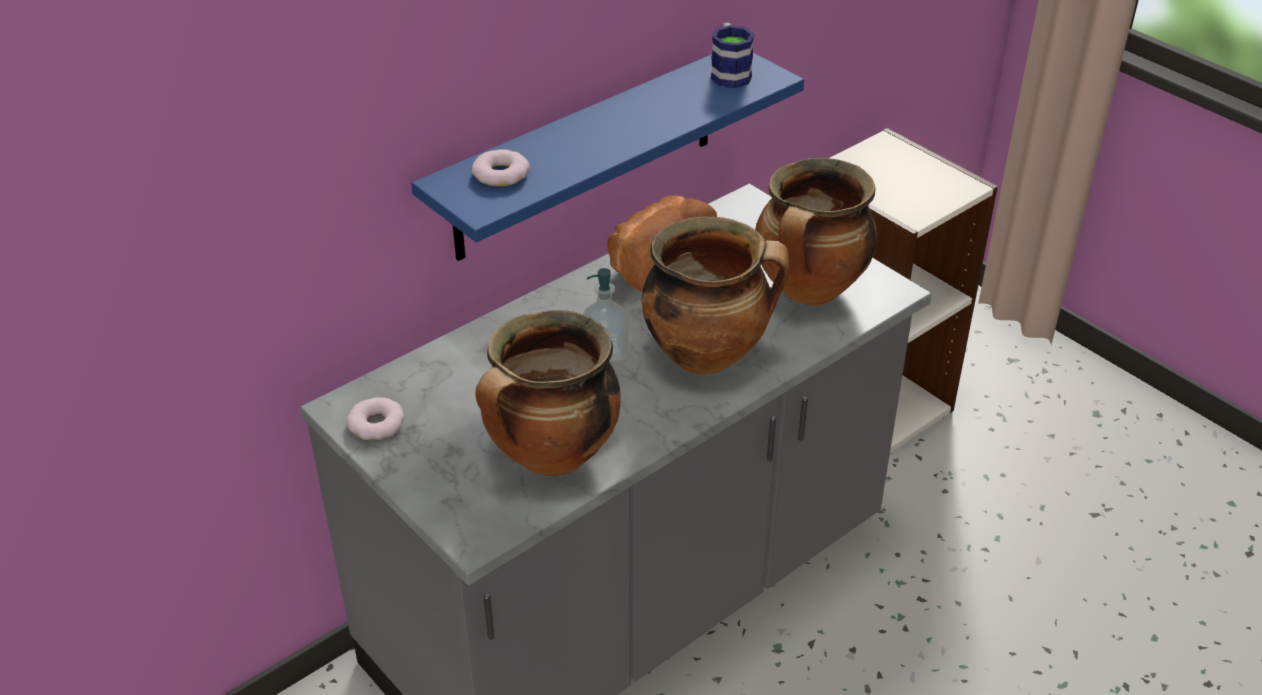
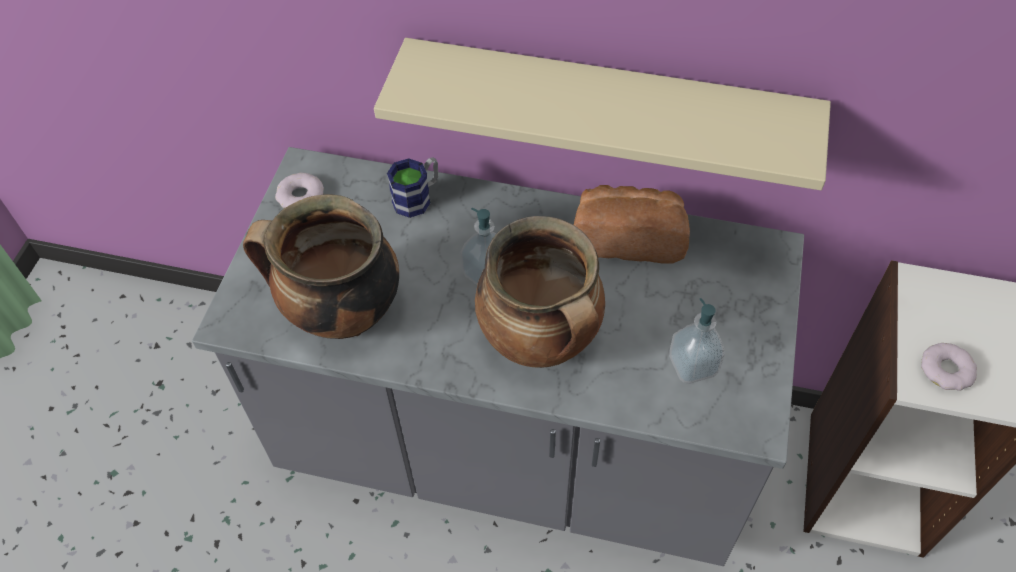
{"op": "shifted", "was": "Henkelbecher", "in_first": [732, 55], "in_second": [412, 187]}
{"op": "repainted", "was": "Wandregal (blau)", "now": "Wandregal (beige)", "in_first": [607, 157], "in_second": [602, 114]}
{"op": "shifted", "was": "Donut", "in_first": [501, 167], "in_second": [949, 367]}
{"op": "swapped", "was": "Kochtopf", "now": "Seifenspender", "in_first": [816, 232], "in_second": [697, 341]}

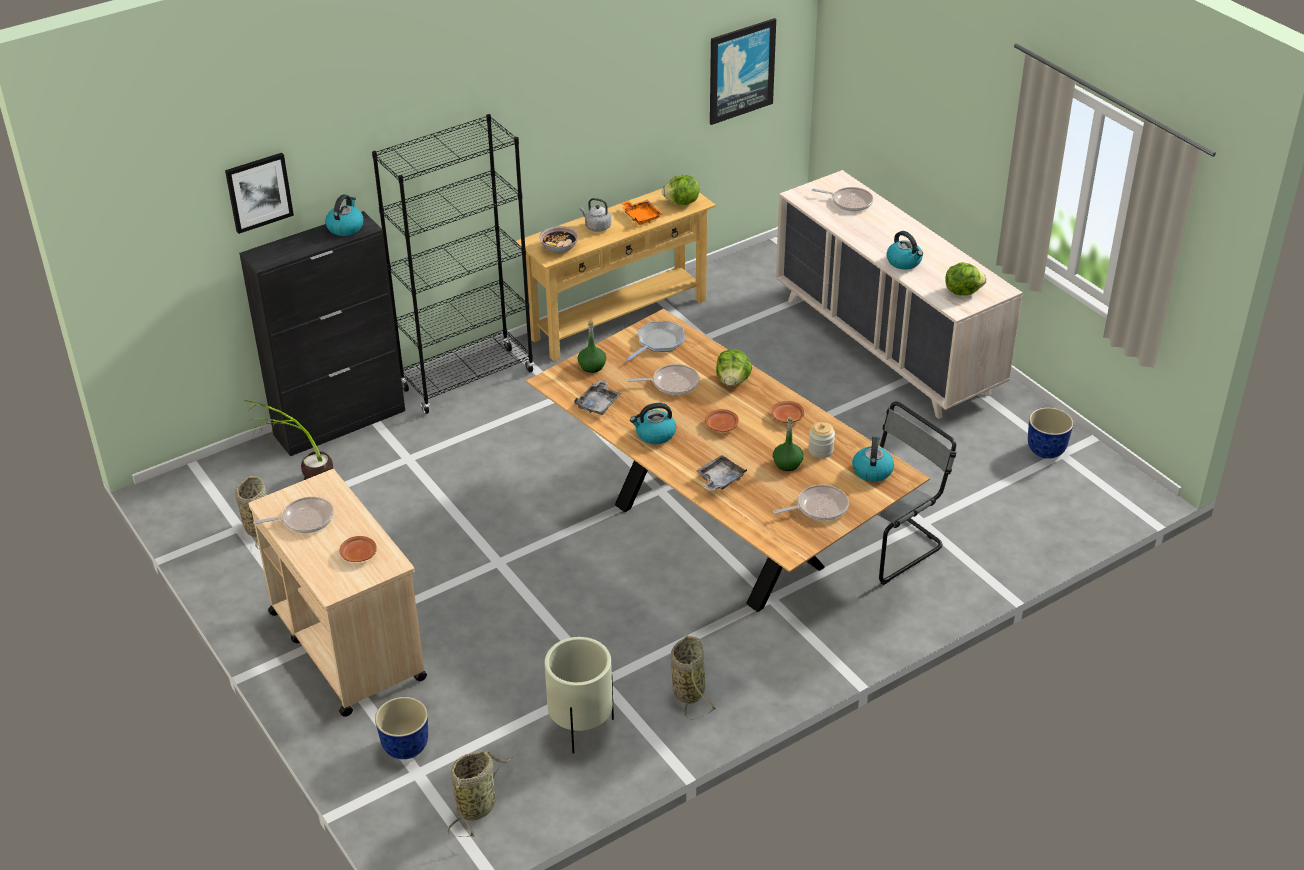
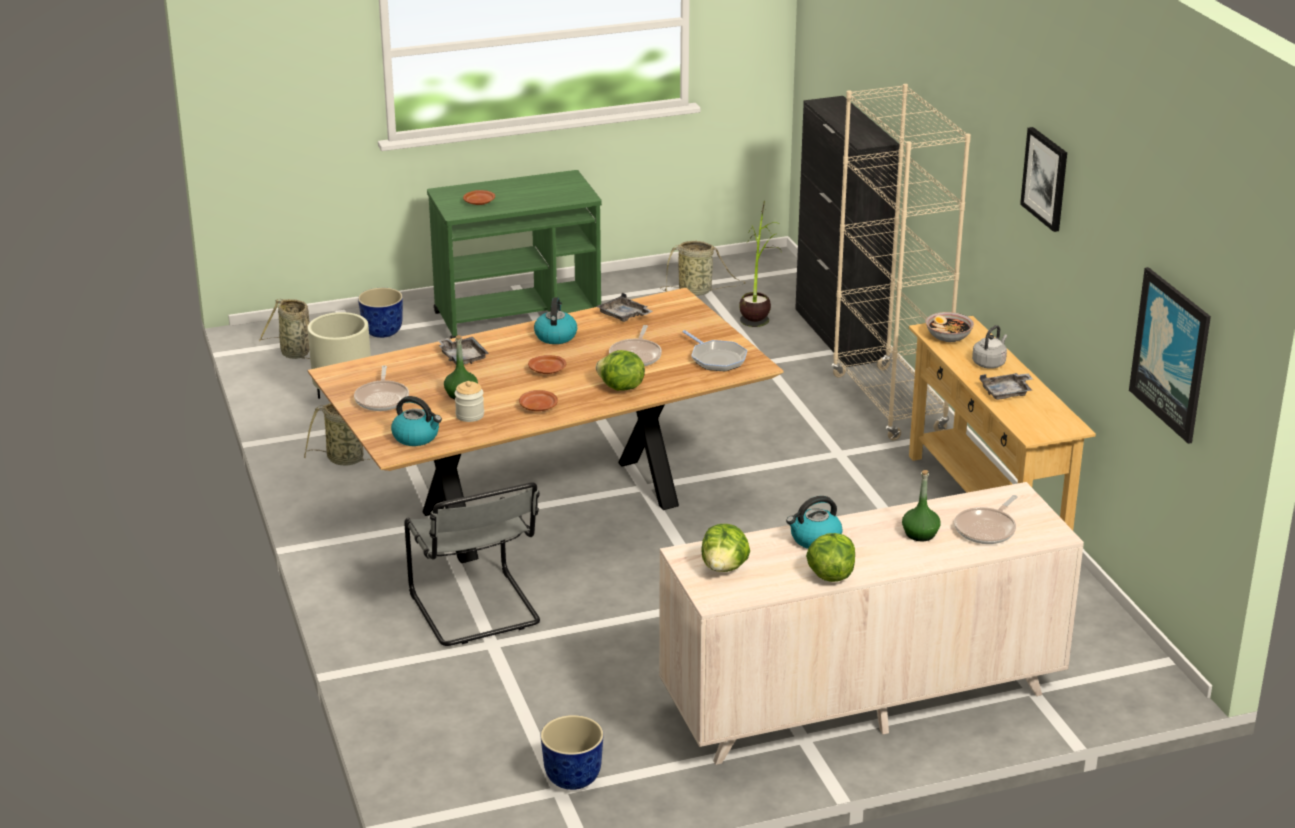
{"op": "repainted", "was": "Bücherregal (schwarz)", "now": "Bücherregal (beige)", "in_first": [453, 264], "in_second": [901, 262]}
{"op": "shifted", "was": "Bild", "in_first": [259, 193], "in_second": [1043, 179]}
{"op": "shifted", "was": "Salatkopf", "in_first": [680, 190], "in_second": [830, 557]}
{"op": "gone", "was": "Wasserkessel", "in_first": [344, 215]}
{"op": "repainted", "was": "Tablett (orange)", "now": "Tablett (grau)", "in_first": [641, 212], "in_second": [1006, 386]}
{"op": "shifted", "was": "Flasche (grün)", "in_first": [592, 347], "in_second": [921, 505]}
{"op": "repainted", "was": "Rollwagen (beige)", "now": "Rollwagen (grün)", "in_first": [337, 593], "in_second": [514, 254]}
{"op": "gone", "was": "Pfanne", "in_first": [293, 515]}

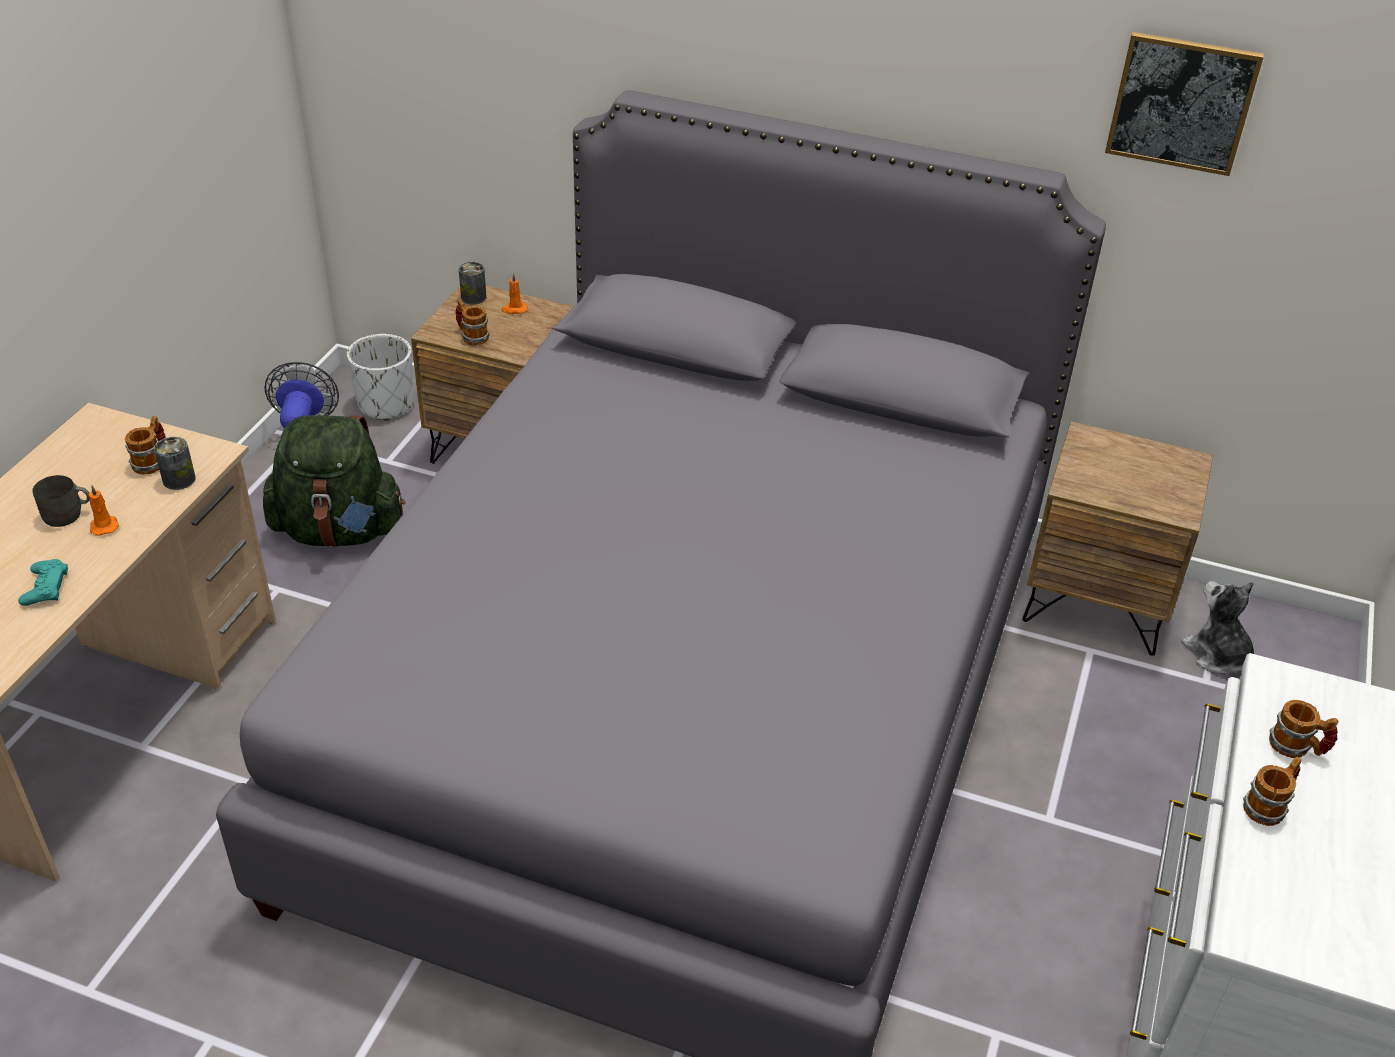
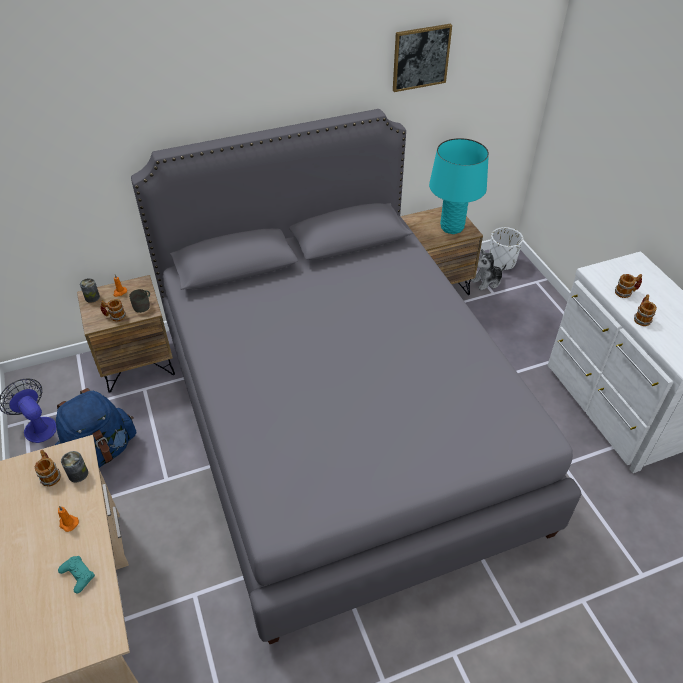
{"op": "shifted", "was": "Pflanzkübel (weiß)", "in_first": [380, 377], "in_second": [506, 248]}
{"op": "repainted", "was": "Rucksack (grün)", "now": "Rucksack (blau)", "in_first": [334, 481], "in_second": [95, 428]}
{"op": "shifted", "was": "Henkelbecher (grau)", "in_first": [60, 501], "in_second": [139, 301]}
{"op": "rotated", "was": "Plüschtier", "in_first": [1217, 628], "in_second": [489, 270], "clockwise": -45}
{"op": "new", "now": "Tischlampe (türkis)", "in_second": [459, 186]}

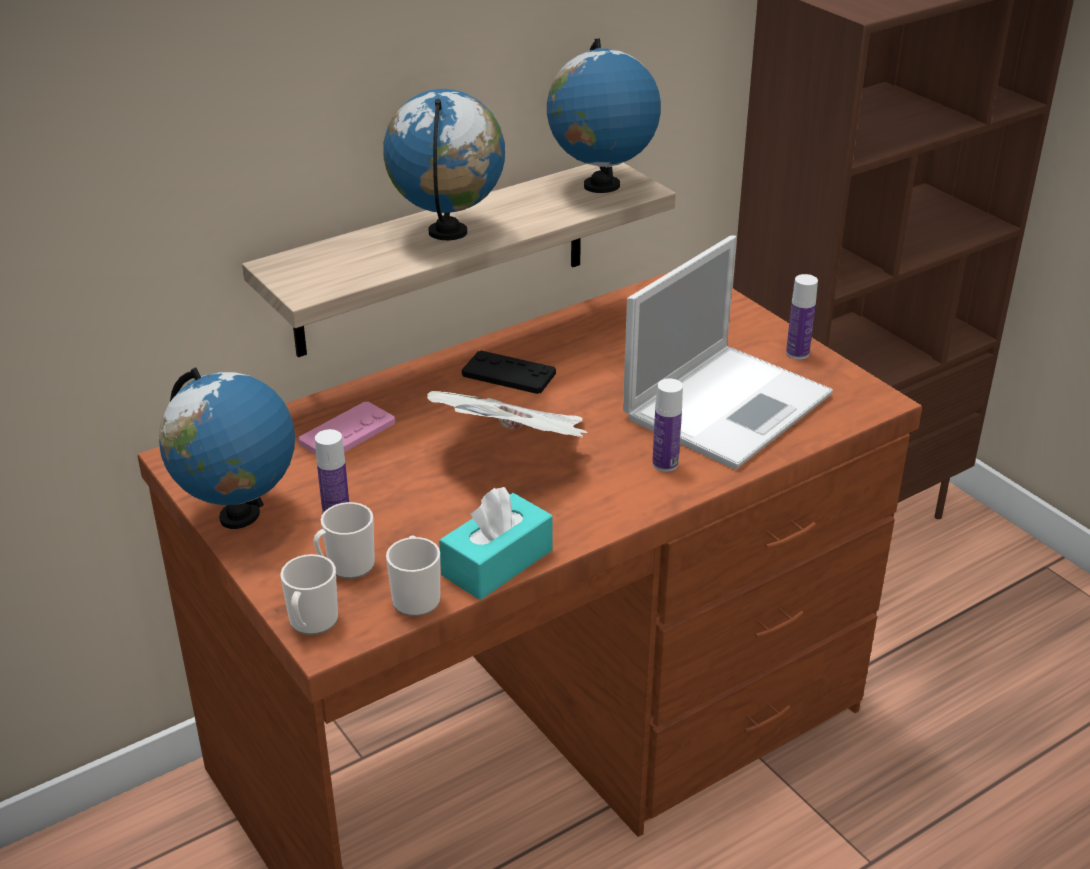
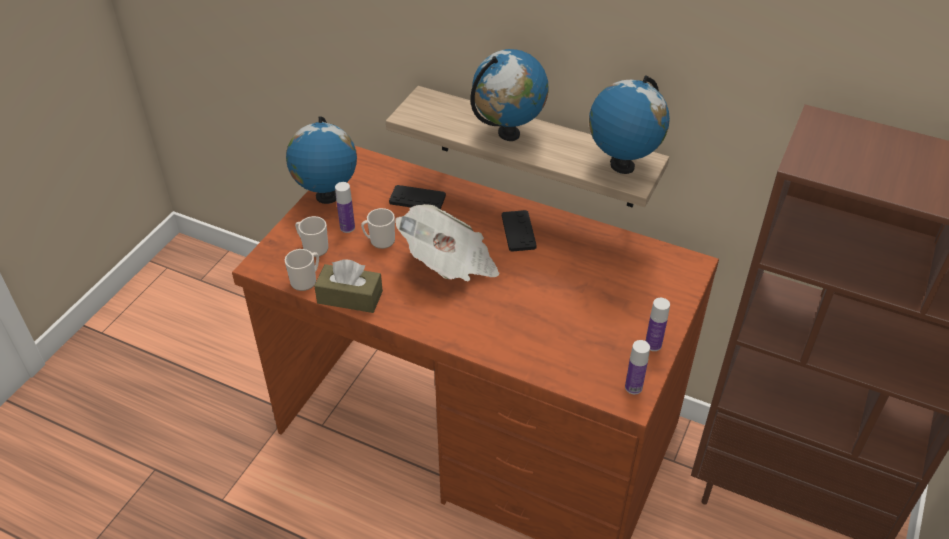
{"op": "gone", "was": "Laptop", "in_first": [728, 352]}
{"op": "shifted", "was": "Flasche", "in_first": [667, 425], "in_second": [637, 367]}
{"op": "repainted", "was": "Gamepad (rosa)", "now": "Gamepad (schwarz)", "in_first": [346, 428], "in_second": [417, 197]}
{"op": "repainted", "was": "Taschentuchbox (türkis)", "now": "Taschentuchbox (braun)", "in_first": [496, 543], "in_second": [348, 286]}
{"op": "shifted", "was": "Henkelbecher", "in_first": [309, 594], "in_second": [378, 228]}

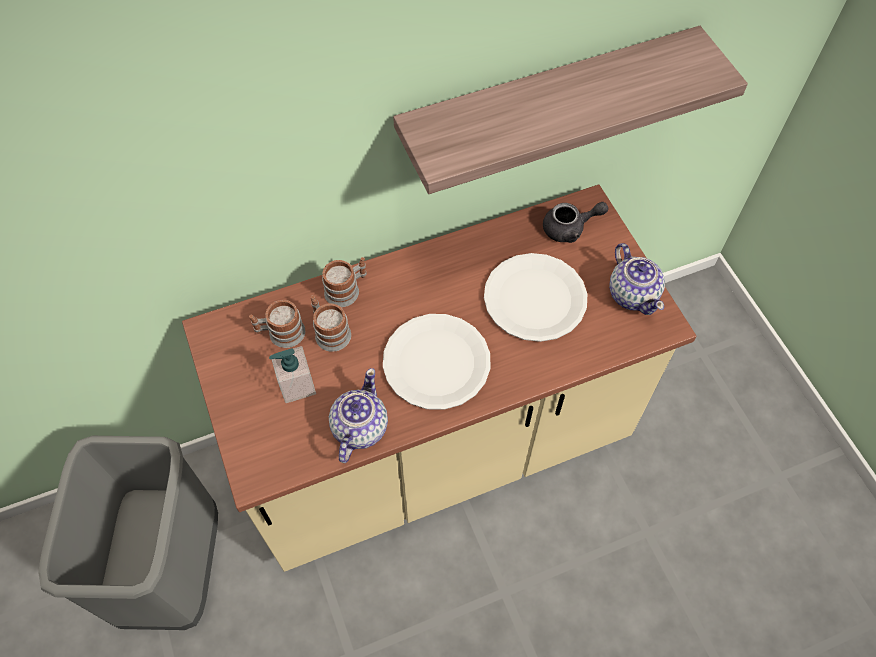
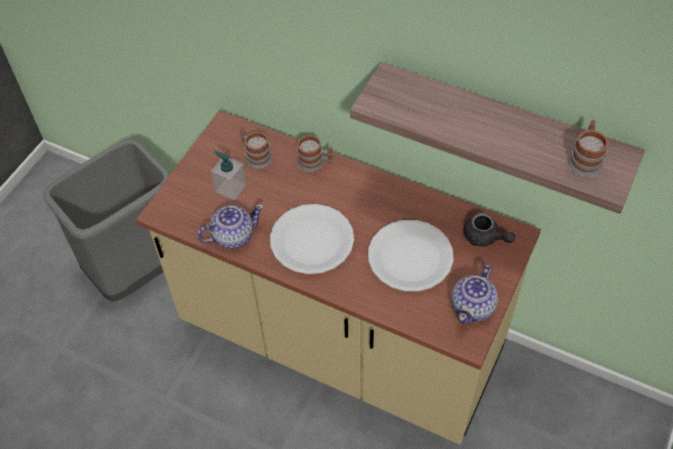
{"op": "shifted", "was": "Henkelbecher", "in_first": [331, 323], "in_second": [588, 148]}

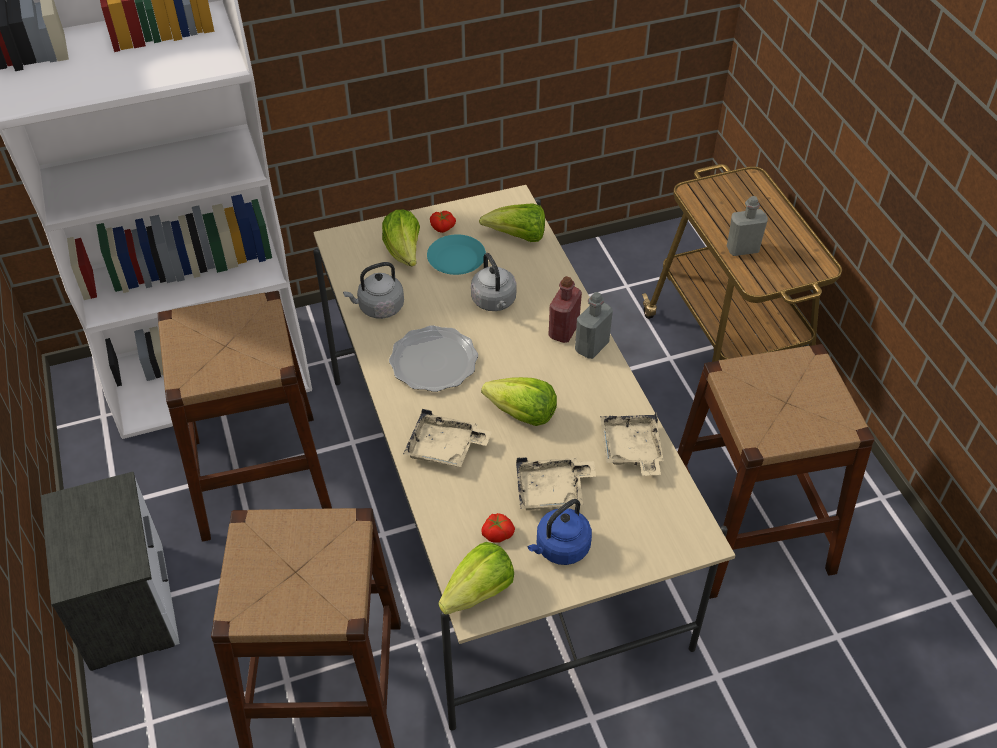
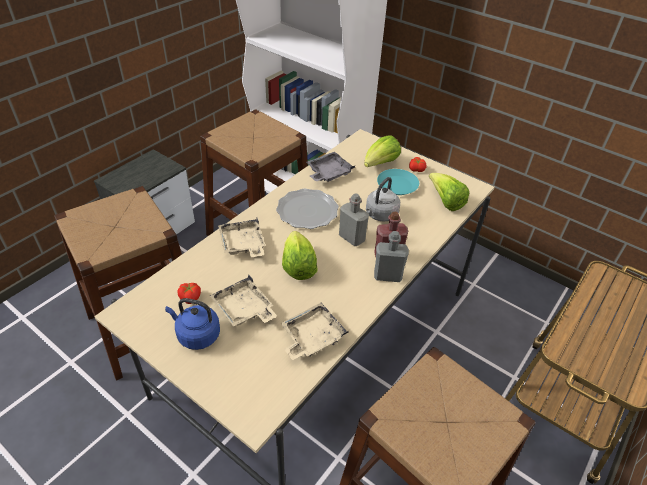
{"op": "shifted", "was": "Flasche (grau)", "in_first": [747, 226], "in_second": [354, 219]}
{"op": "swapped", "was": "Wasserkessel (grau)", "now": "Tablett (grau)", "in_first": [373, 290], "in_second": [330, 167]}
{"op": "gone", "was": "Salatkopf", "in_first": [476, 578]}

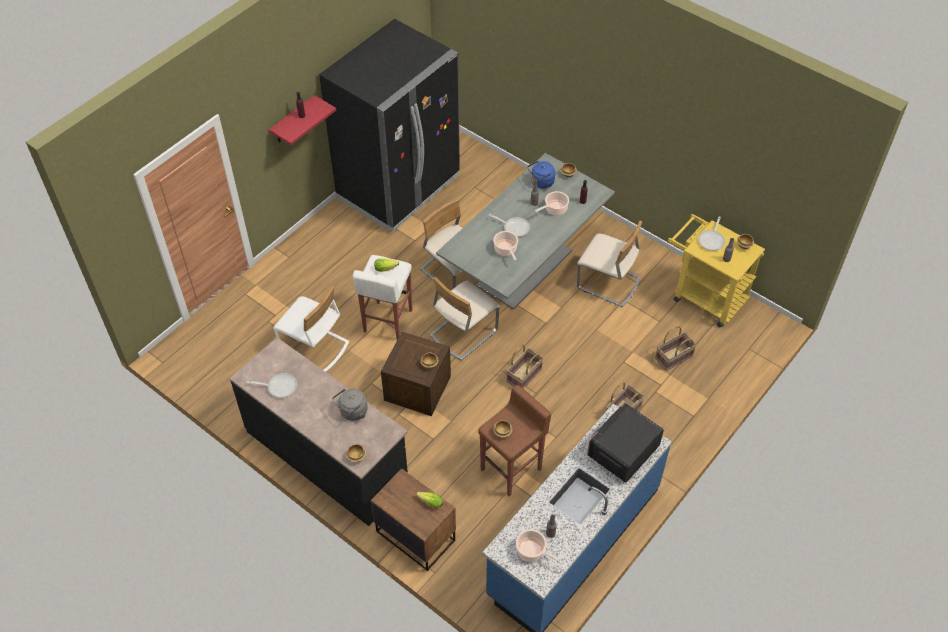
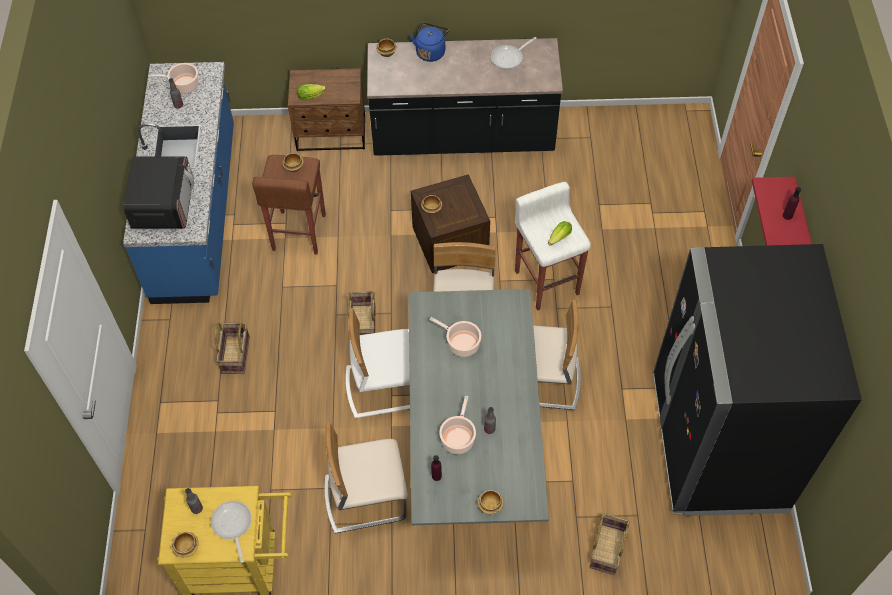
{"op": "shifted", "was": "Wasserkessel (blau)", "in_first": [541, 174], "in_second": [429, 42]}
{"op": "gone", "was": "Pfanne", "in_first": [509, 225]}
{"op": "shifted", "was": "Stuhl (weiß)", "in_first": [311, 329], "in_second": [378, 363]}
{"op": "shifted", "was": "Korb", "in_first": [676, 348], "in_second": [610, 544]}
{"op": "gone", "was": "Wasserkessel (grau)", "in_first": [350, 404]}

